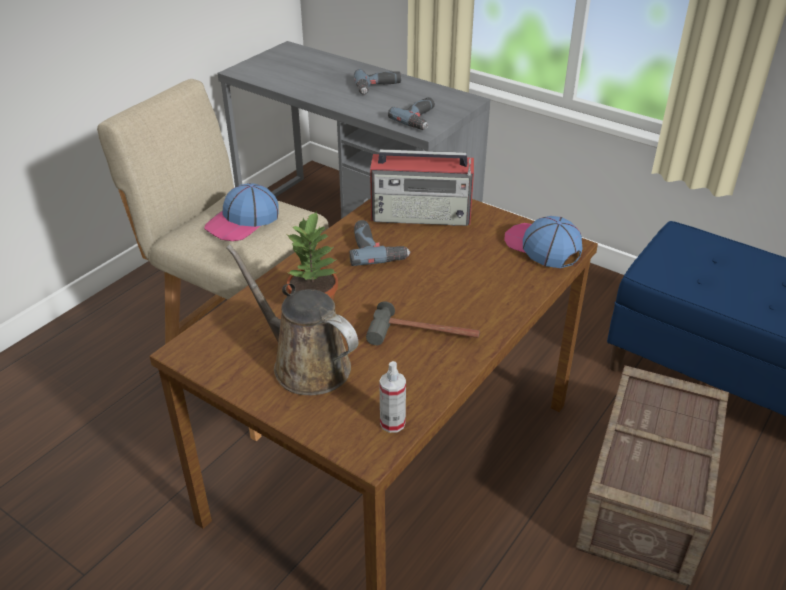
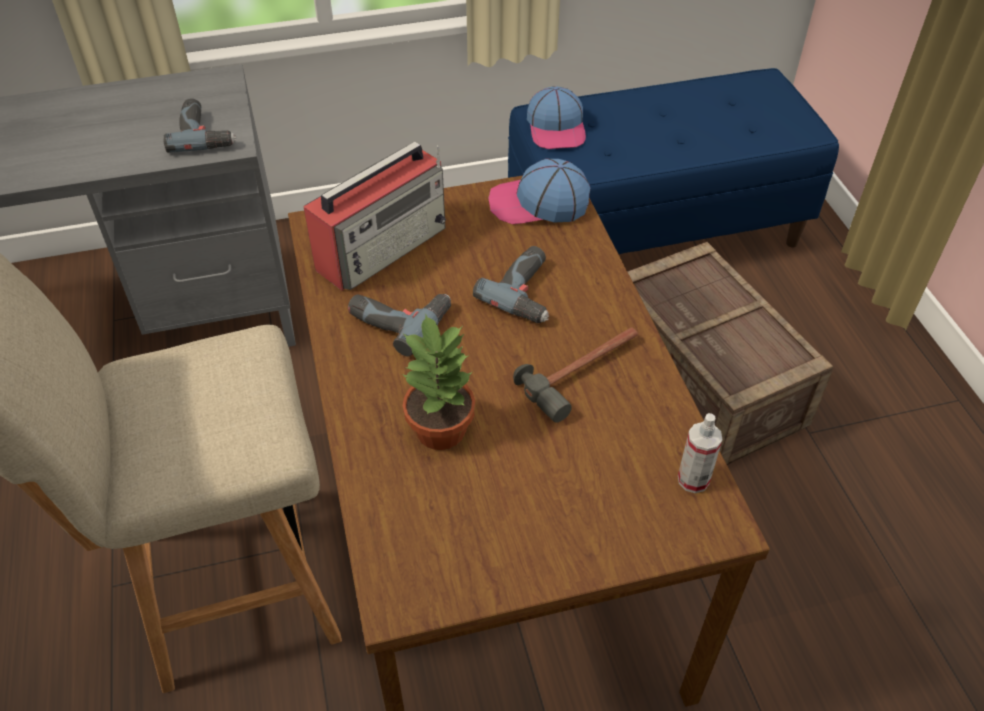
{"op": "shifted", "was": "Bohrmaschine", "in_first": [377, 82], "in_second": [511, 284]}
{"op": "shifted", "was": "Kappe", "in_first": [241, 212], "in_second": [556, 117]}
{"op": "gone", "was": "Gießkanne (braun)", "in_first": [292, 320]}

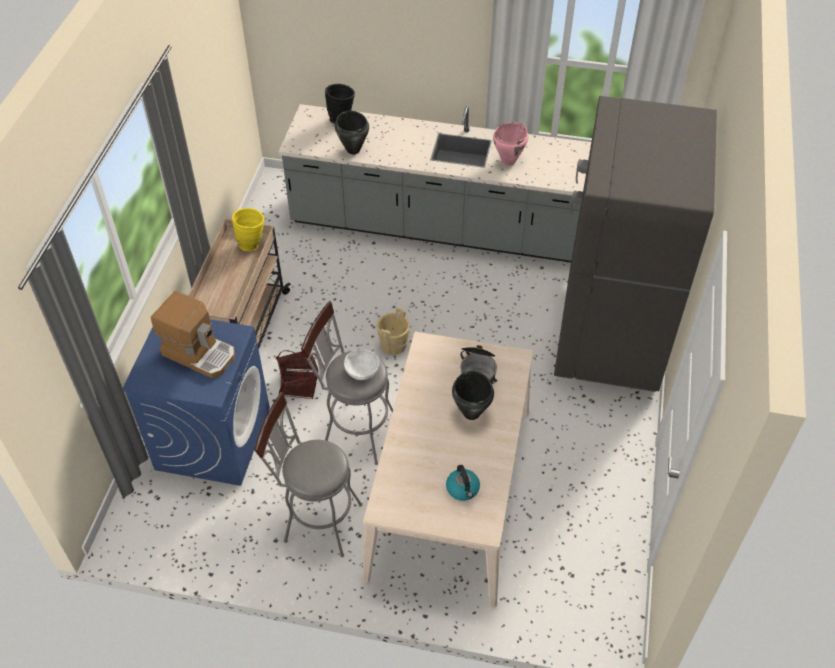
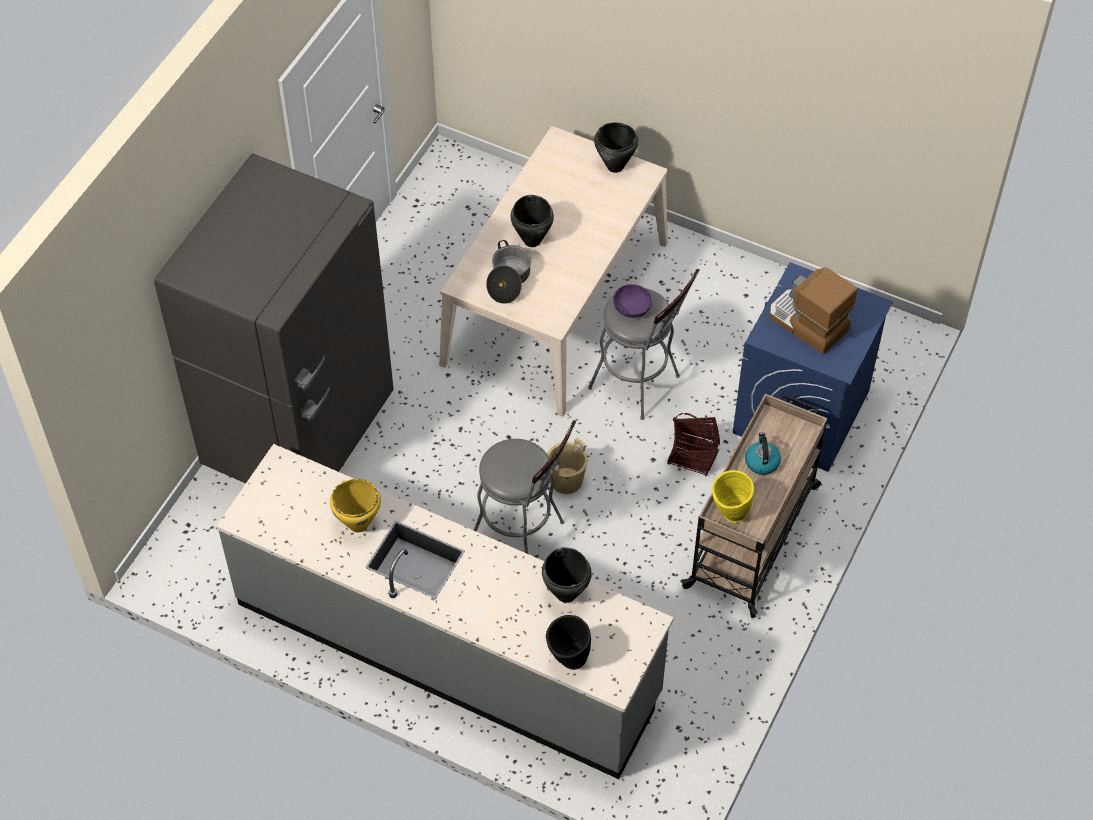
{"op": "repainted", "was": "Kochtopf (rosa)", "now": "Kochtopf (gelb)", "in_first": [511, 143], "in_second": [355, 506]}
{"op": "repainted", "was": "Schüssel (weiß)", "now": "Schüssel (lila)", "in_first": [361, 364], "in_second": [632, 301]}
{"op": "shifted", "was": "Hocker (grau)", "in_first": [308, 474], "in_second": [525, 487]}
{"op": "shifted", "was": "Wasserkessel", "in_first": [463, 483], "in_second": [763, 453]}
{"op": "new", "now": "Kochtopf (schwarz)", "in_second": [616, 147]}

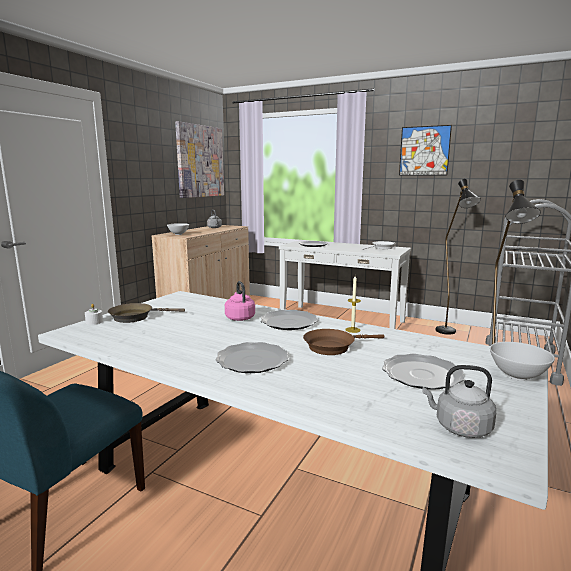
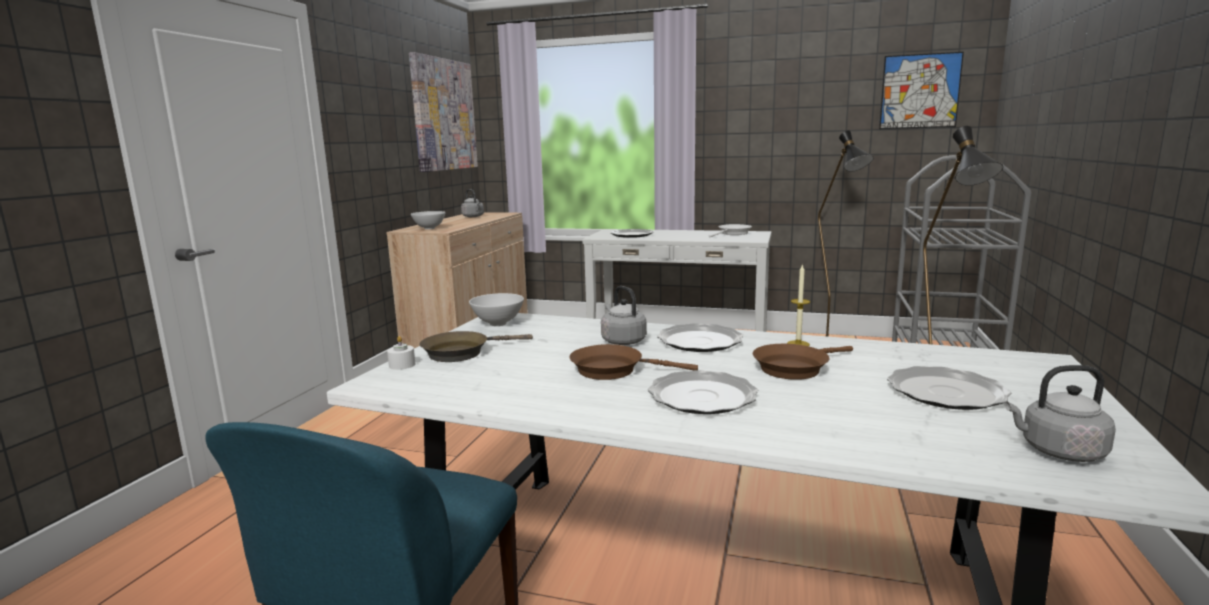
{"op": "shifted", "was": "Bild", "in_first": [425, 150], "in_second": [921, 90]}
{"op": "repainted", "was": "Wasserkessel (rosa)", "now": "Wasserkessel (grau)", "in_first": [240, 301], "in_second": [624, 315]}
{"op": "shifted", "was": "Schüssel (weiß)", "in_first": [522, 361], "in_second": [496, 309]}
{"op": "new", "now": "Pfanne (braun)", "in_second": [634, 362]}

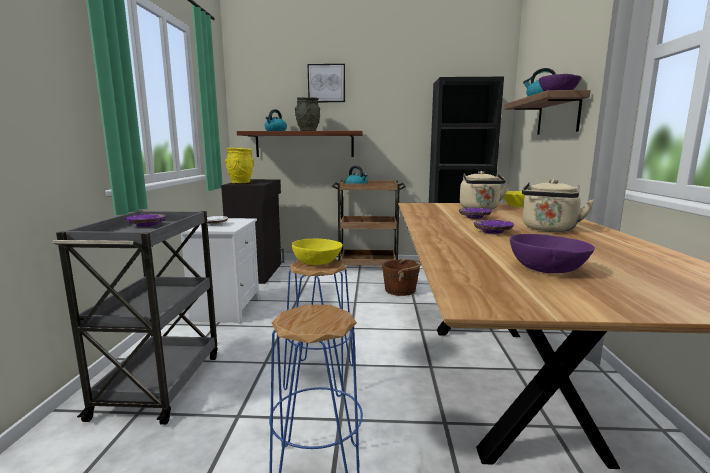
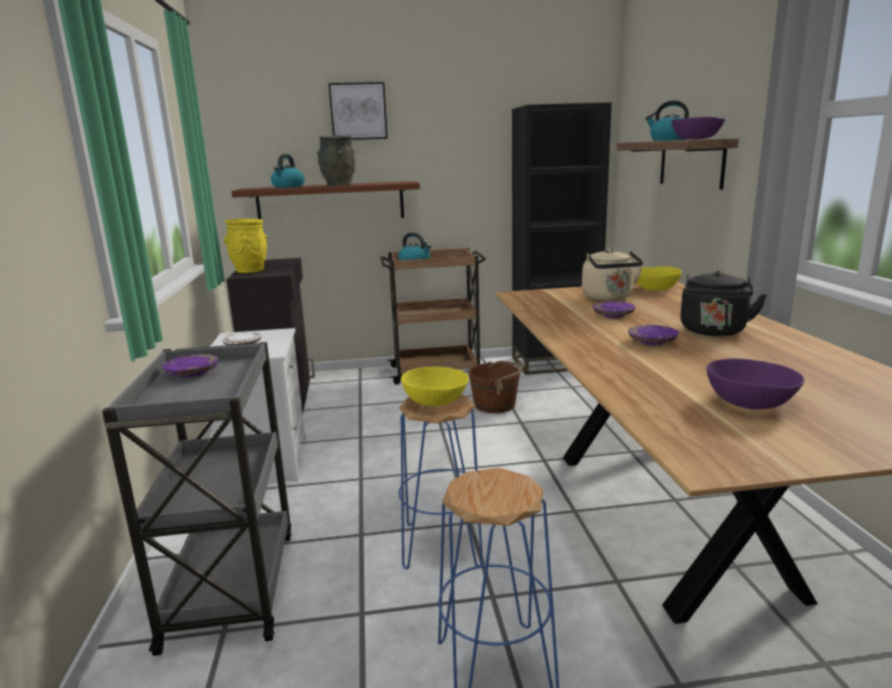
{"op": "repainted", "was": "Wasserkessel (beige)", "now": "Wasserkessel (schwarz)", "in_first": [558, 205], "in_second": [723, 303]}

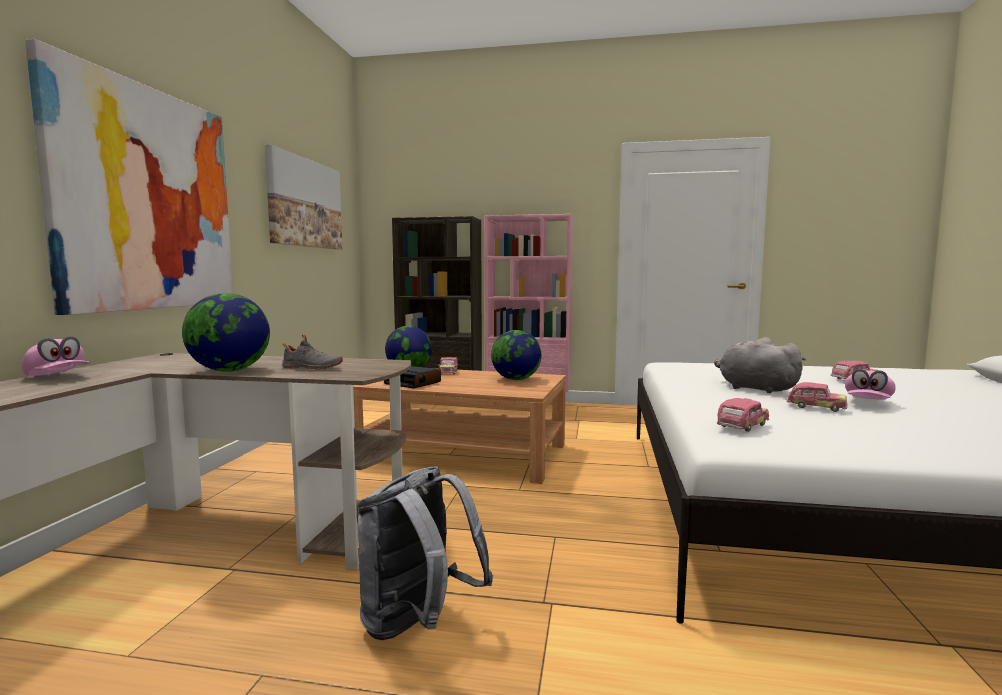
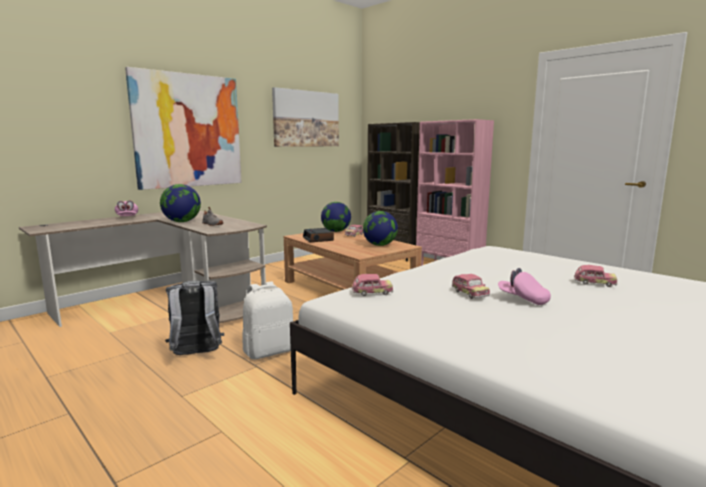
{"op": "gone", "was": "Plüschtier (grau)", "in_first": [760, 365]}
{"op": "rotated", "was": "Kappe (rosa)", "in_first": [870, 384], "in_second": [524, 286], "clockwise": 60}
{"op": "new", "now": "Rucksack (weiß)", "in_second": [267, 320]}

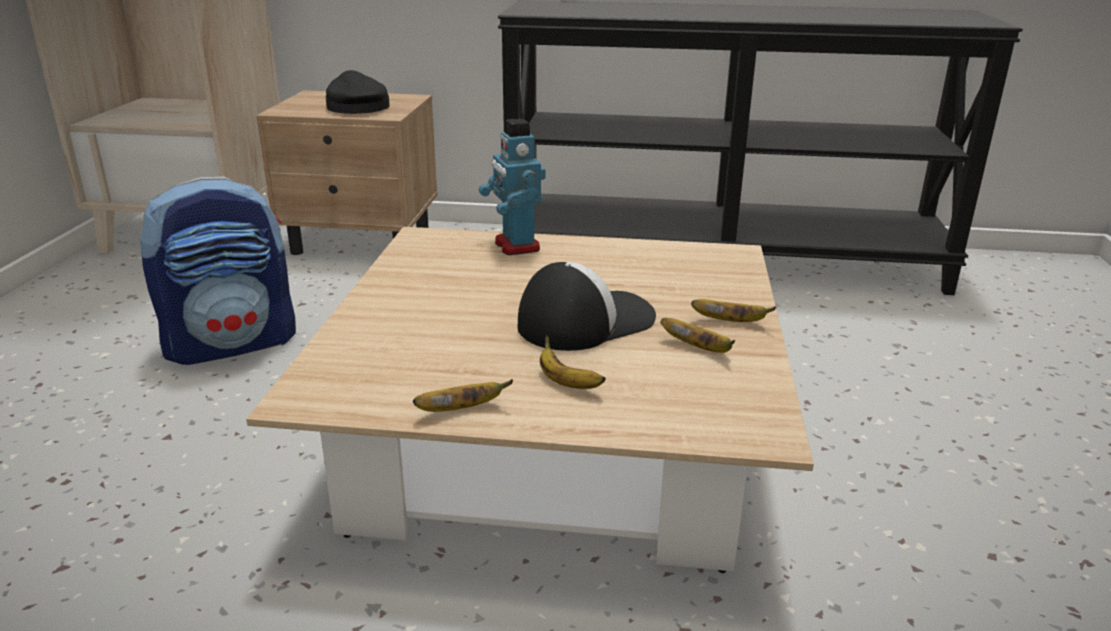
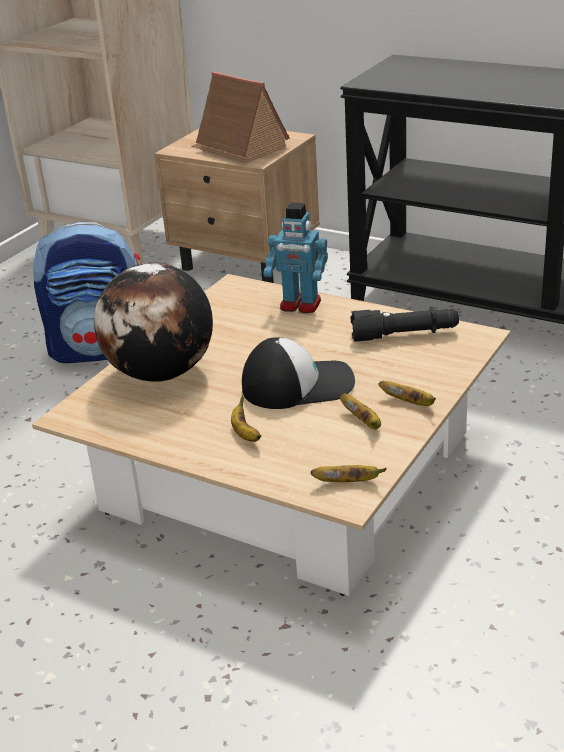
{"op": "swapped", "was": "Kappe (schwarz)", "now": "Spielzeughaus", "in_first": [358, 92], "in_second": [241, 117]}
{"op": "rotated", "was": "Spielzeugroboter", "in_first": [512, 187], "in_second": [295, 257], "clockwise": -75}
{"op": "shifted", "was": "Banane", "in_first": [463, 395], "in_second": [349, 473]}
{"op": "new", "now": "Globus", "in_second": [153, 322]}
{"op": "new", "now": "Taschenlampe (schwarz)", "in_second": [405, 324]}

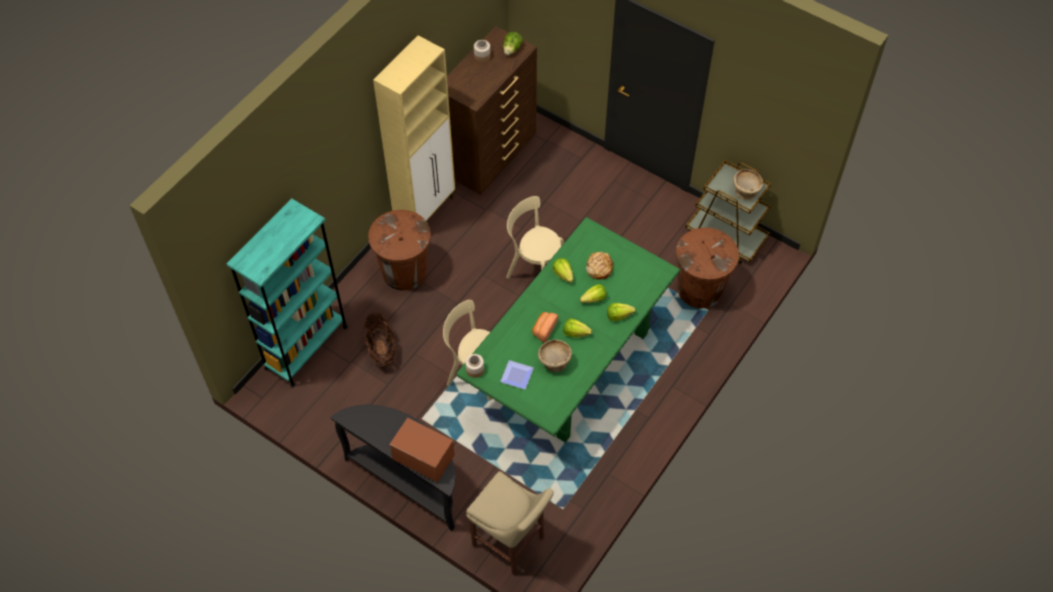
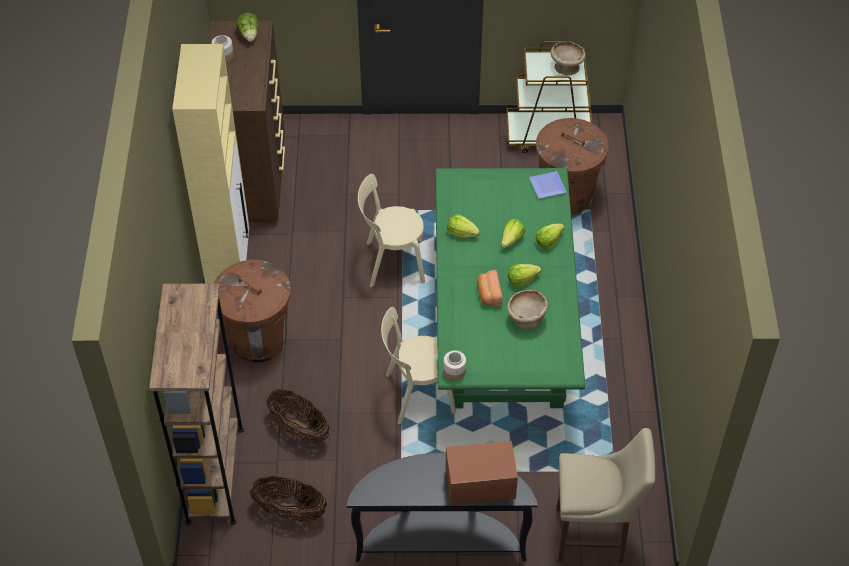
{"op": "repainted", "was": "Bücherregal (türkis)", "now": "Bücherregal (braun)", "in_first": [287, 293], "in_second": [196, 404]}
{"op": "gone", "was": "Brot", "in_first": [599, 265]}
{"op": "shifted", "was": "Teller", "in_first": [517, 374], "in_second": [548, 185]}
{"op": "new", "now": "Korb", "in_second": [288, 499]}

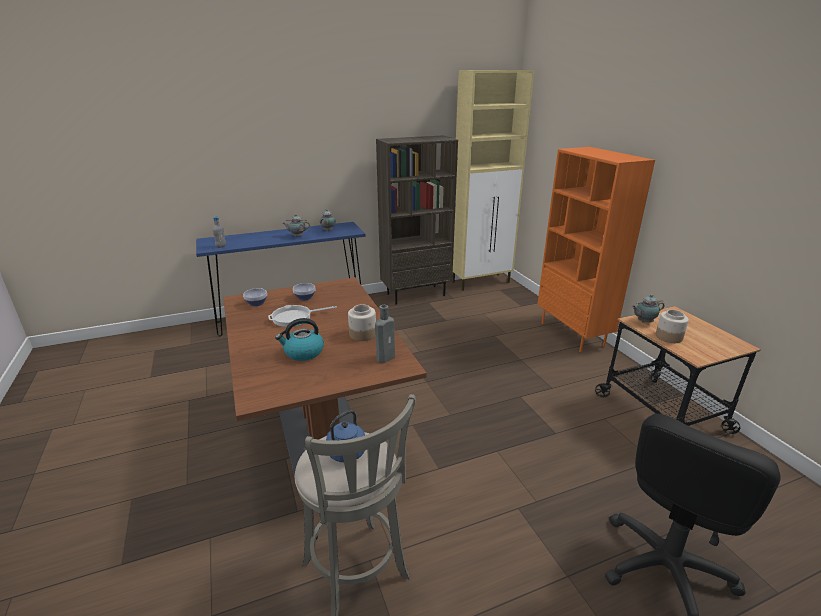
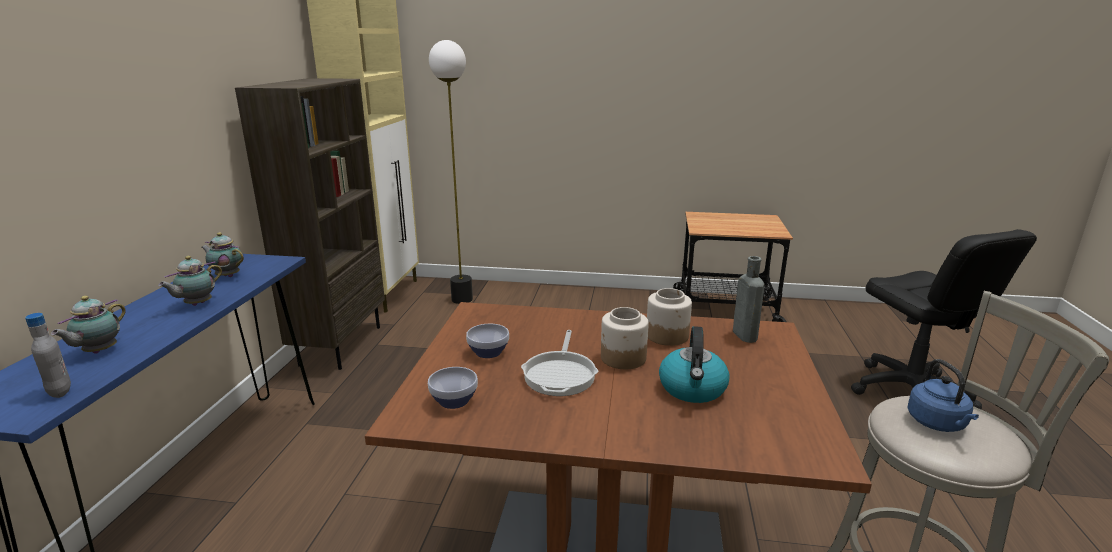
{"op": "gone", "was": "Bücherregal (orange)", "in_first": [596, 249]}
{"op": "shifted", "was": "Teekanne", "in_first": [648, 308], "in_second": [88, 325]}
{"op": "shifted", "was": "Vorratsglas", "in_first": [672, 326], "in_second": [625, 338]}
{"op": "new", "now": "Stehlampe", "in_second": [451, 172]}

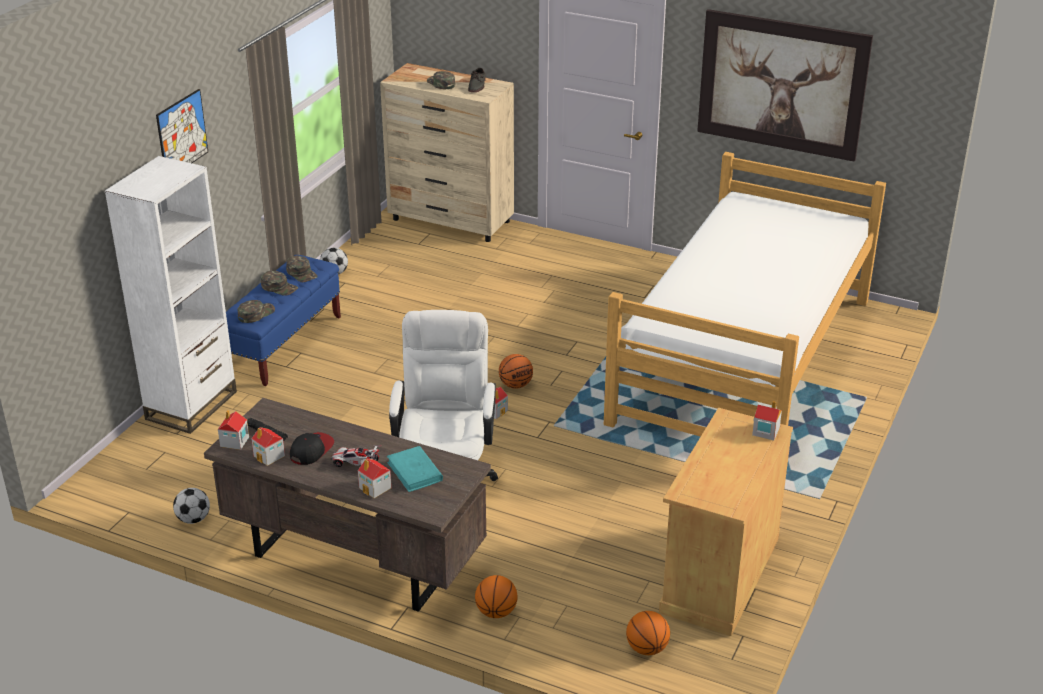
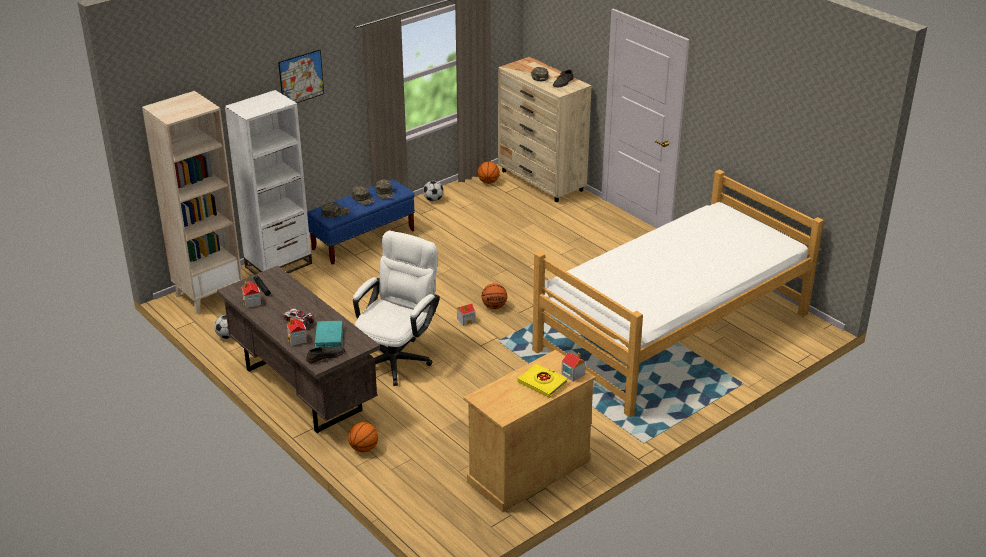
{"op": "gone", "was": "Bild", "in_first": [785, 85]}
{"op": "gone", "was": "Spielzeughaus", "in_first": [233, 430]}
{"op": "gone", "was": "Kappe", "in_first": [312, 448]}
{"op": "shifted", "was": "Basketball", "in_first": [648, 633], "in_second": [489, 173]}
{"op": "new", "now": "Bücherregal (beige)", "in_second": [192, 202]}
{"op": "new", "now": "Schuh (grau)", "in_second": [325, 353]}
{"op": "new", "now": "Buch (gelb)", "in_second": [543, 381]}

